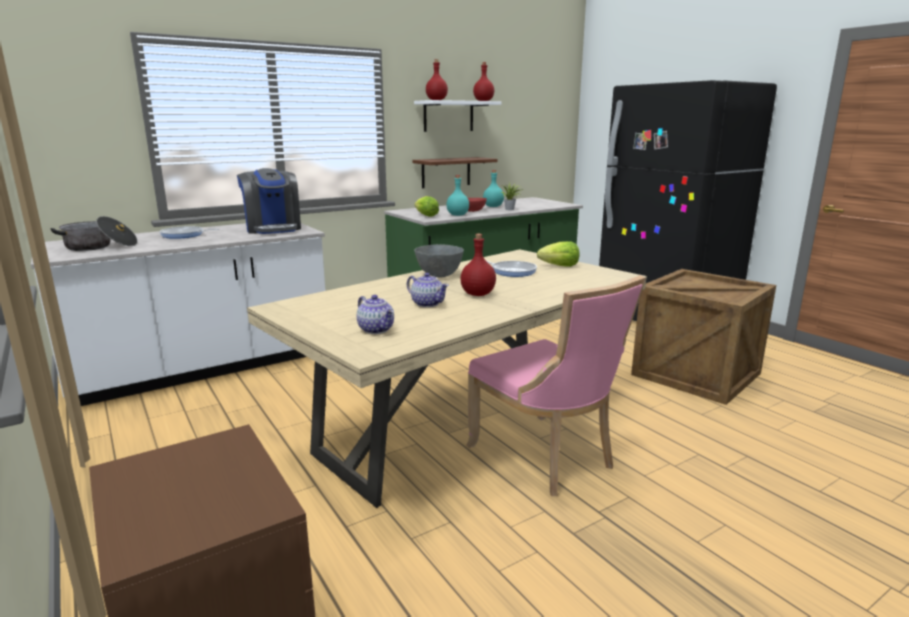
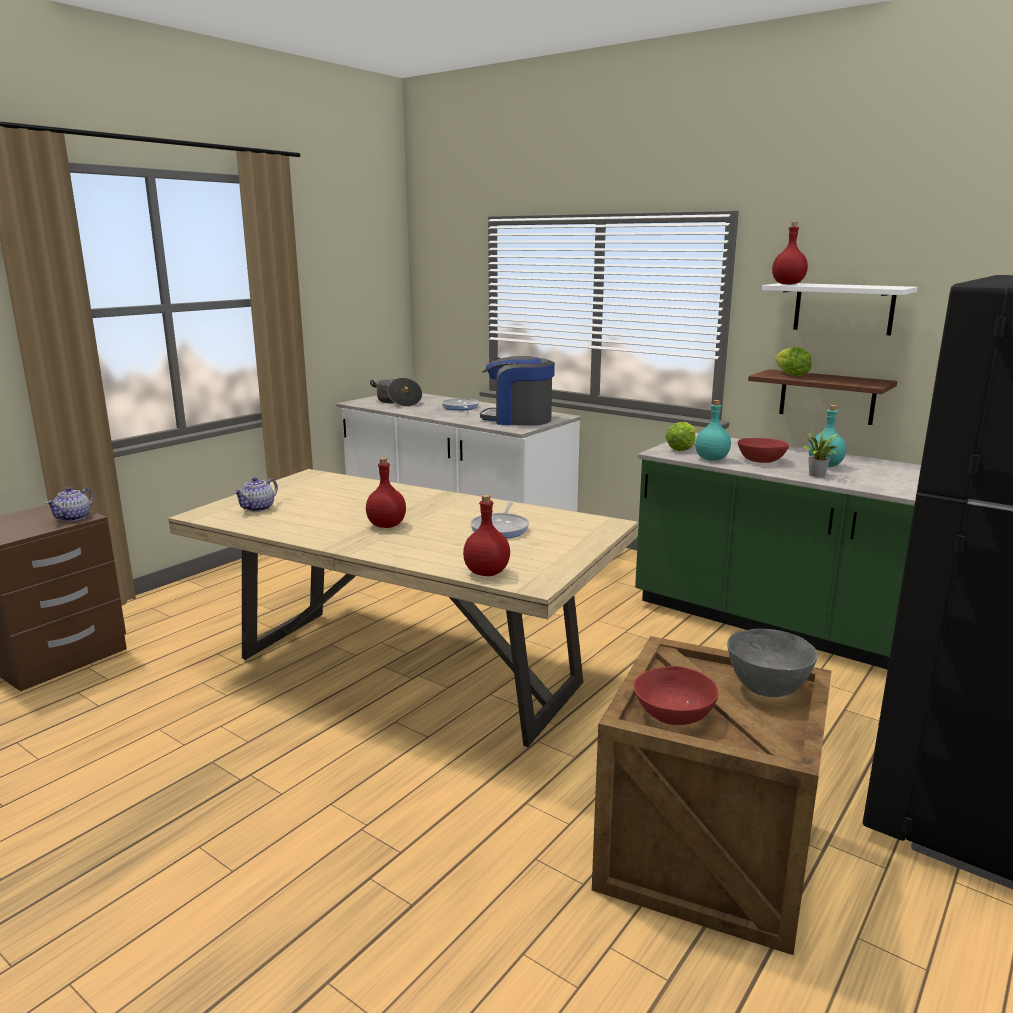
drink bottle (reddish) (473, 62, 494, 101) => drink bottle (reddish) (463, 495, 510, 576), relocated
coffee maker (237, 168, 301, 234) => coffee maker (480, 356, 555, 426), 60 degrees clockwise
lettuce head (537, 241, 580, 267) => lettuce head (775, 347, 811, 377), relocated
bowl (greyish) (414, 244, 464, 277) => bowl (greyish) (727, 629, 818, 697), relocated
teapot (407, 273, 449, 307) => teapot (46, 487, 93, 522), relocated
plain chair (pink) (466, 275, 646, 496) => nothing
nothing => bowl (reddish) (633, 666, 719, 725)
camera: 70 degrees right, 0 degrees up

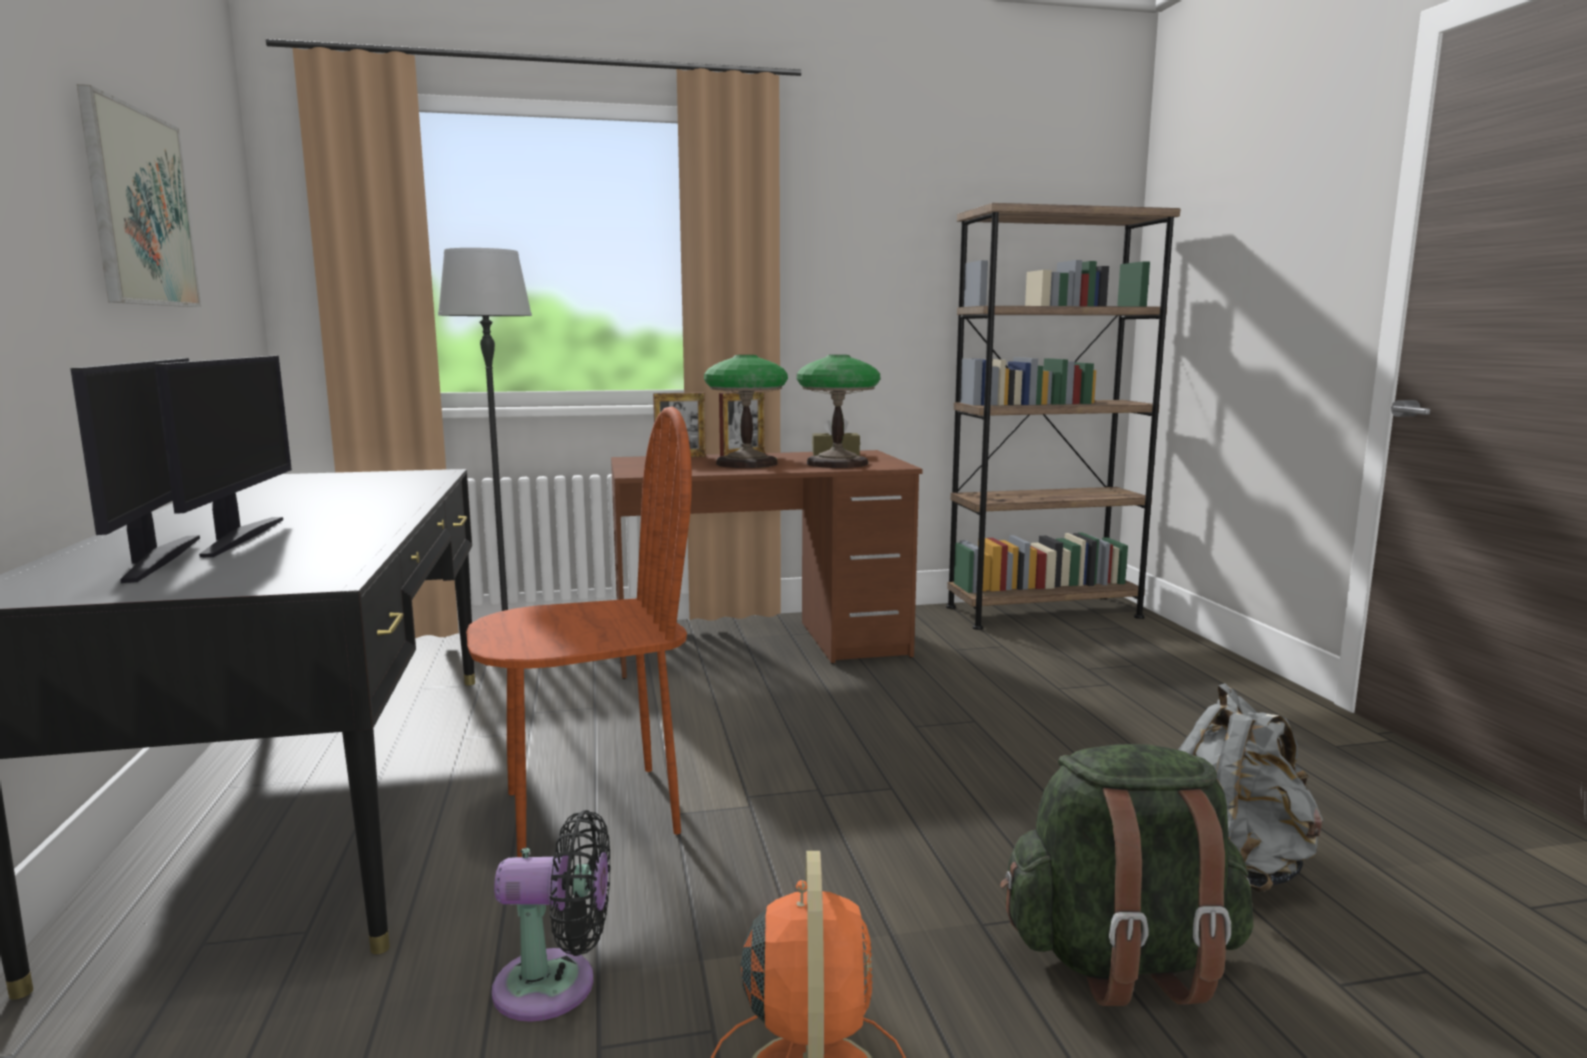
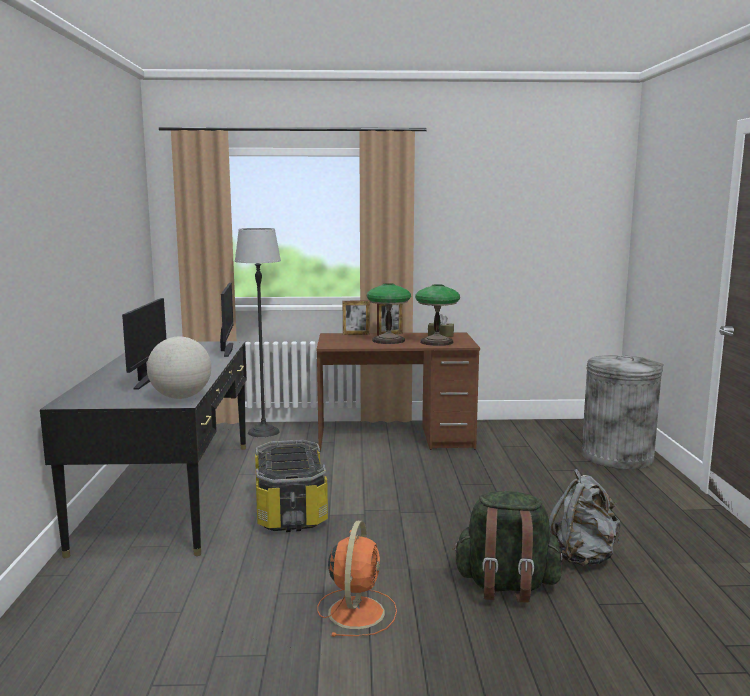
wall art (77, 84, 201, 307) => nothing
bookshelf (brown-coloured) (946, 203, 1181, 630) => nothing
monitor (70, 358, 200, 583) => monitor (220, 283, 233, 357), relocated
plain chair (brown-coloured) (466, 407, 692, 857) => storage bin (255, 440, 328, 532)
cooling fan (black) (492, 810, 611, 1022) => nothing
nothing => desk globe (147, 337, 211, 399)
nothing => rubbish bin (greyish) (582, 355, 663, 469)
camera: 10 degrees right, 0 degrees up

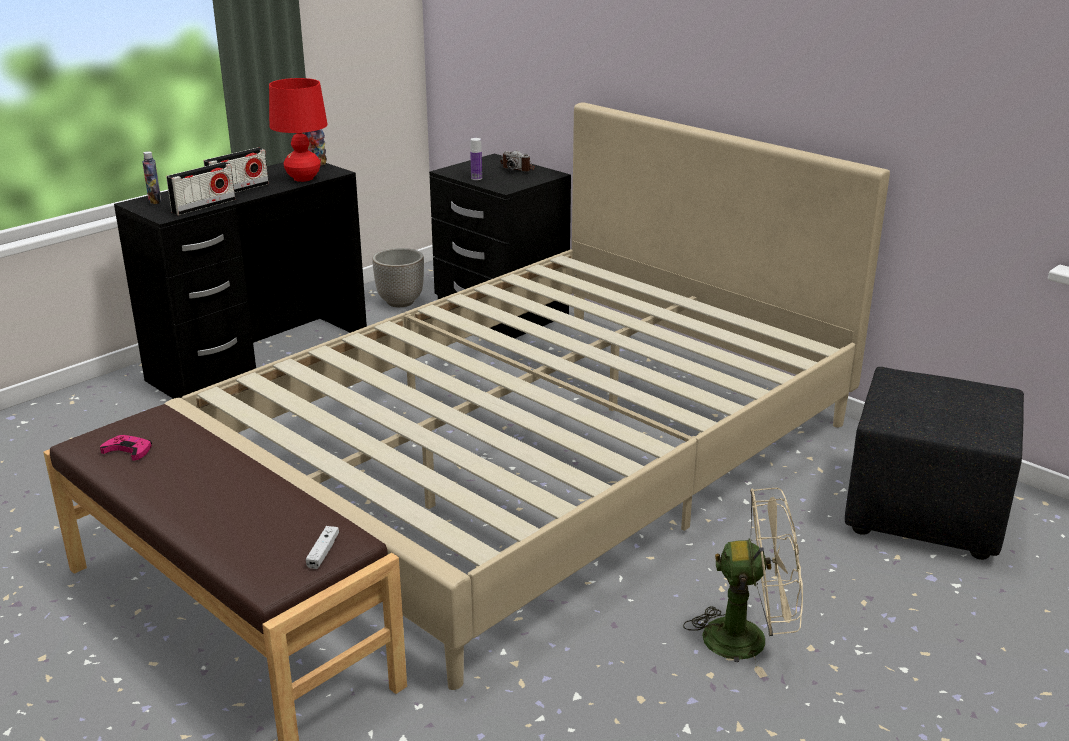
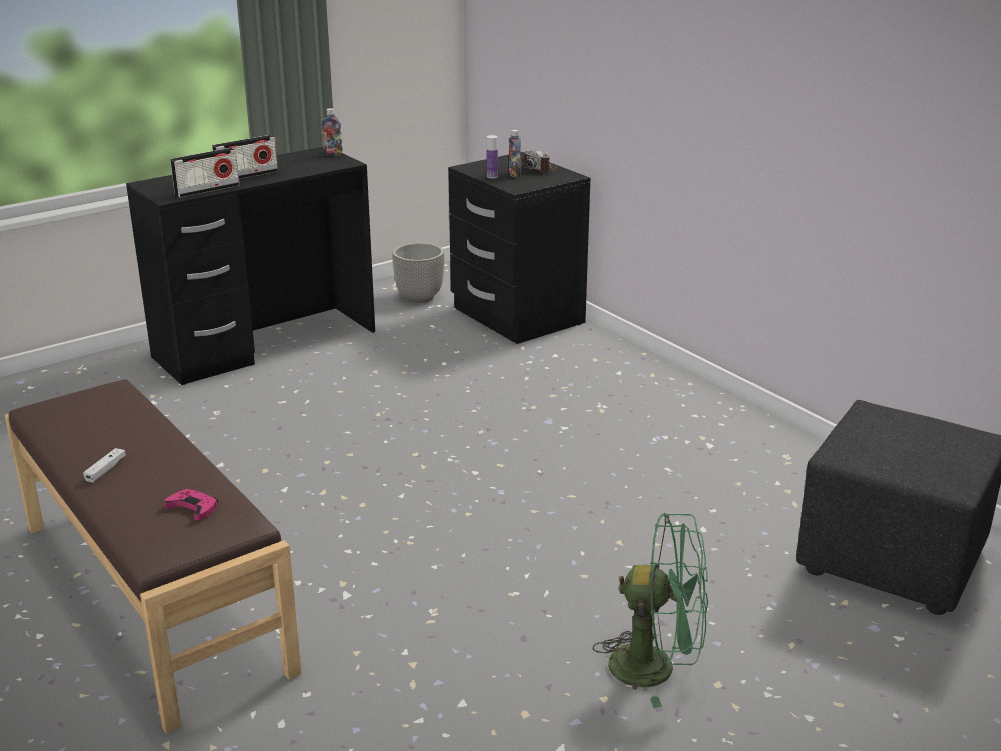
tabletop lamp (reddish) (269, 78, 328, 182) => nothing
bed (sand-coloured) (164, 102, 890, 690) => nothing
drink bottle (142, 151, 161, 204) => drink bottle (509, 130, 521, 177), relocated
game controller (pink) (100, 435, 152, 461) => game controller (pink) (164, 489, 218, 520), relocated
cooling fan (sand-coloured) (683, 488, 803, 678) => cooling fan (green) (593, 513, 708, 708)
game controller (whitish) (306, 526, 339, 569) => game controller (whitish) (83, 448, 126, 483), relocated
camera: 10 degrees right, 0 degrees up

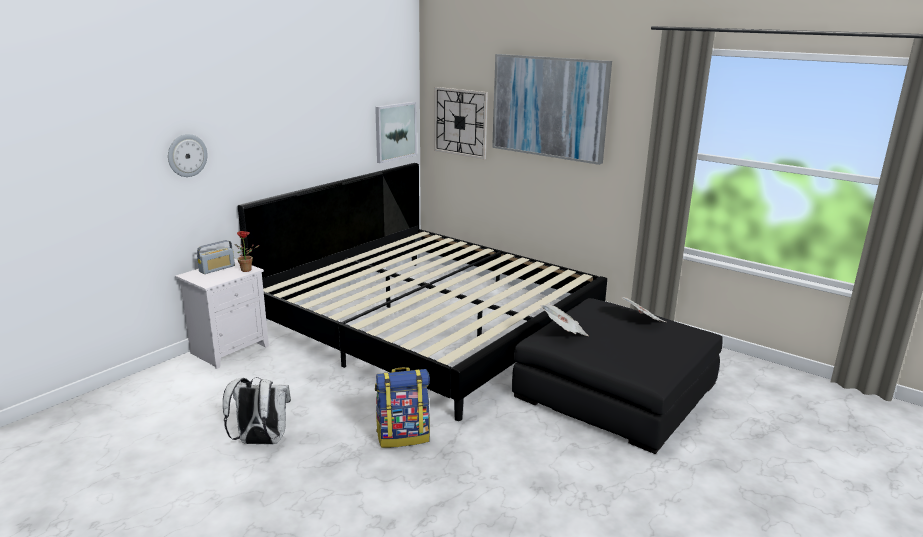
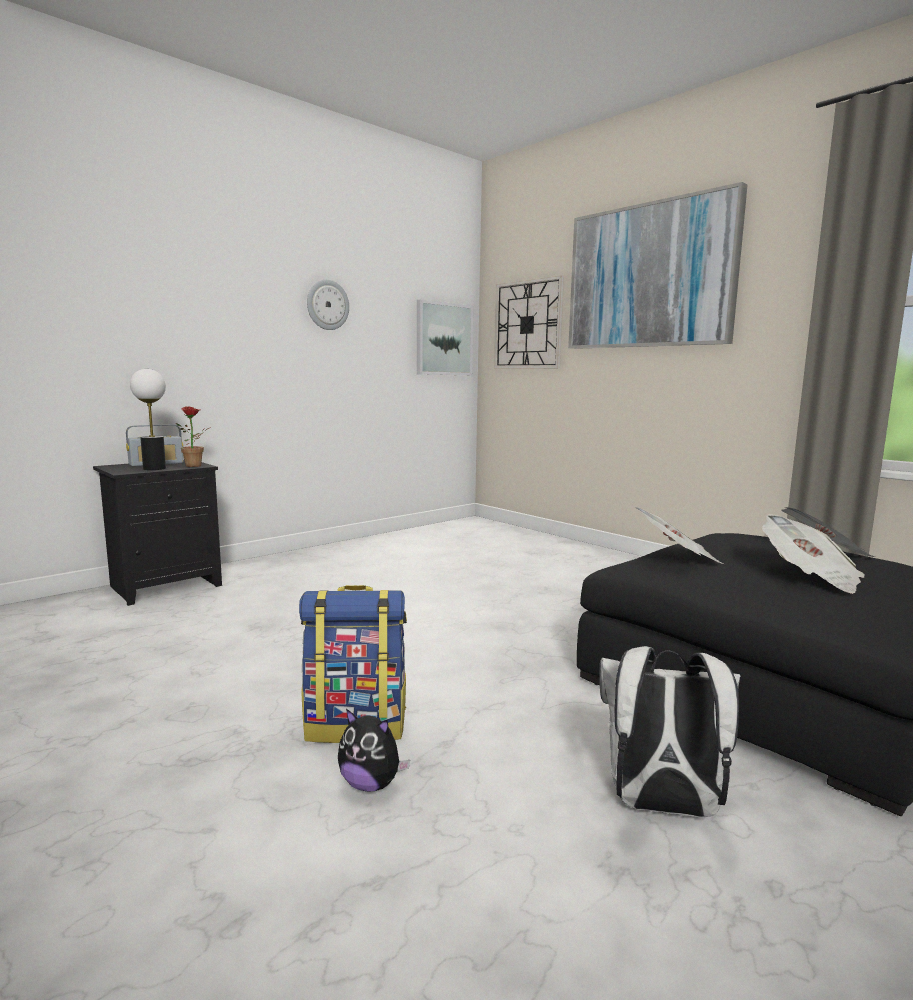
clock on the wall (168, 134, 208, 177) => clock on the wall (307, 280, 349, 330), relocated
bed (238, 163, 607, 421) => nothing
nightstand (whitish) (175, 259, 269, 369) => nightstand (black) (93, 460, 222, 606)
rucksack (whitish) (223, 377, 291, 444) => rucksack (whitish) (600, 646, 740, 817), relocated
nothing => tabletop lamp (130, 369, 166, 470)
nothing => daily paper (762, 514, 864, 594)
nothing => cuddly toy (338, 709, 410, 792)
camera: 10 degrees right, 10 degrees down

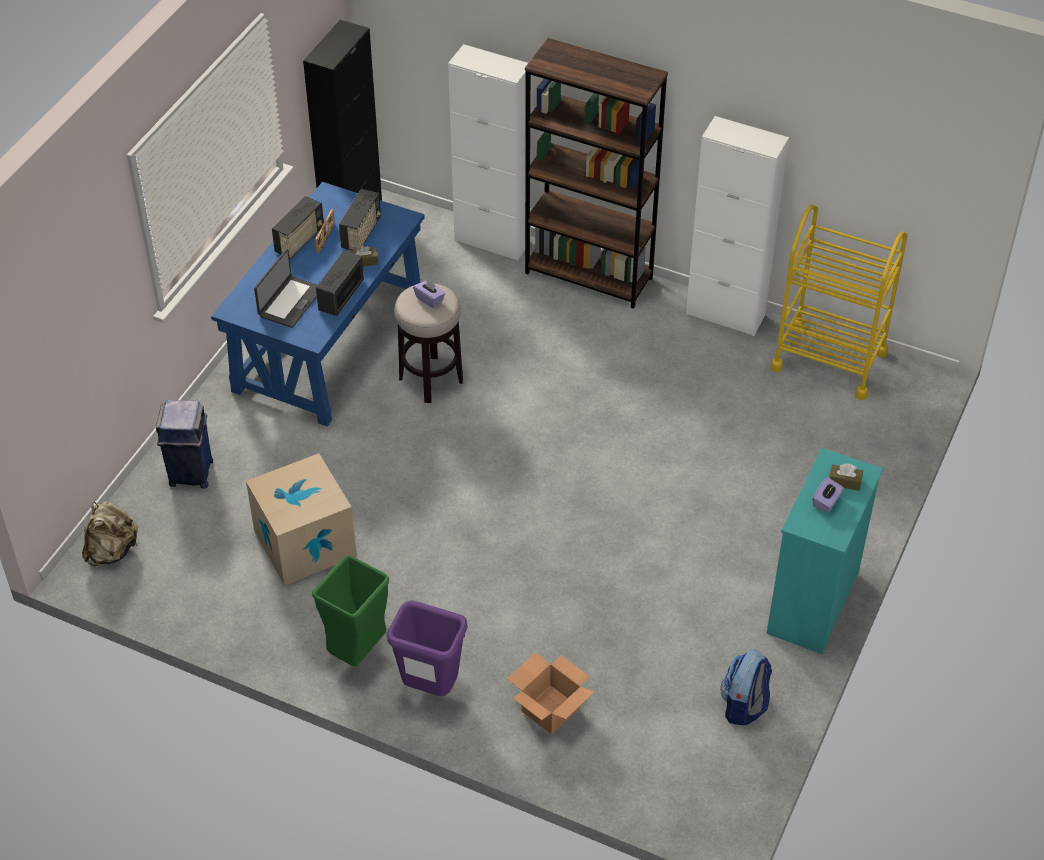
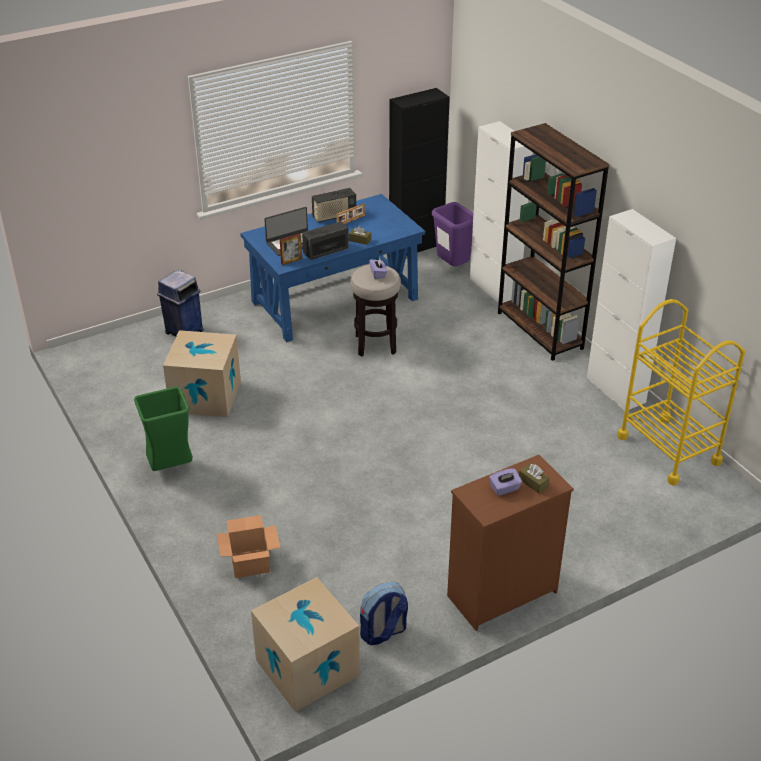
radio set (339, 189, 381, 250) => nothing
chest of drawers (turquoise-coloured) (767, 448, 883, 654) => chest of drawers (brown-coloured) (447, 455, 574, 631)
rucksack (sand-coloured) (82, 501, 138, 566) => nothing
rubbish bin (purplish) (387, 600, 468, 696) => rubbish bin (purplish) (432, 202, 473, 266), relocated
nothing => picture frame (280, 234, 302, 265)
nothing => carton (251, 577, 360, 712)
camera: 35 degrees right, 10 degrees down

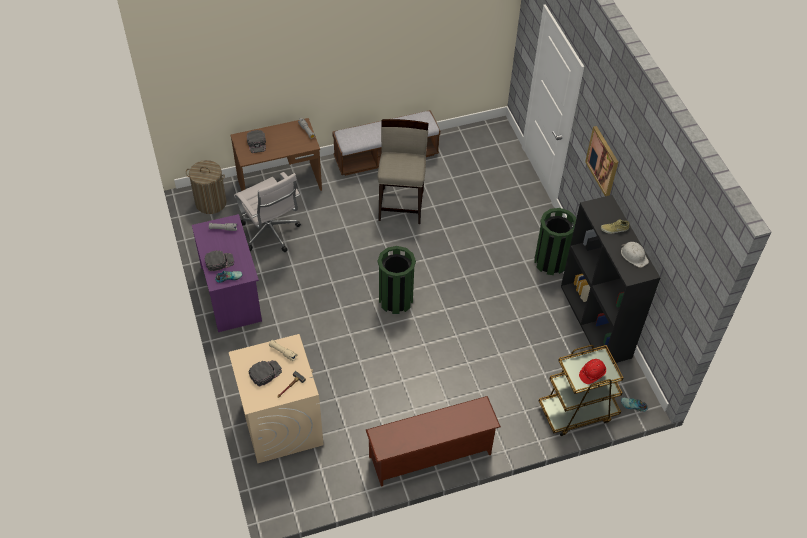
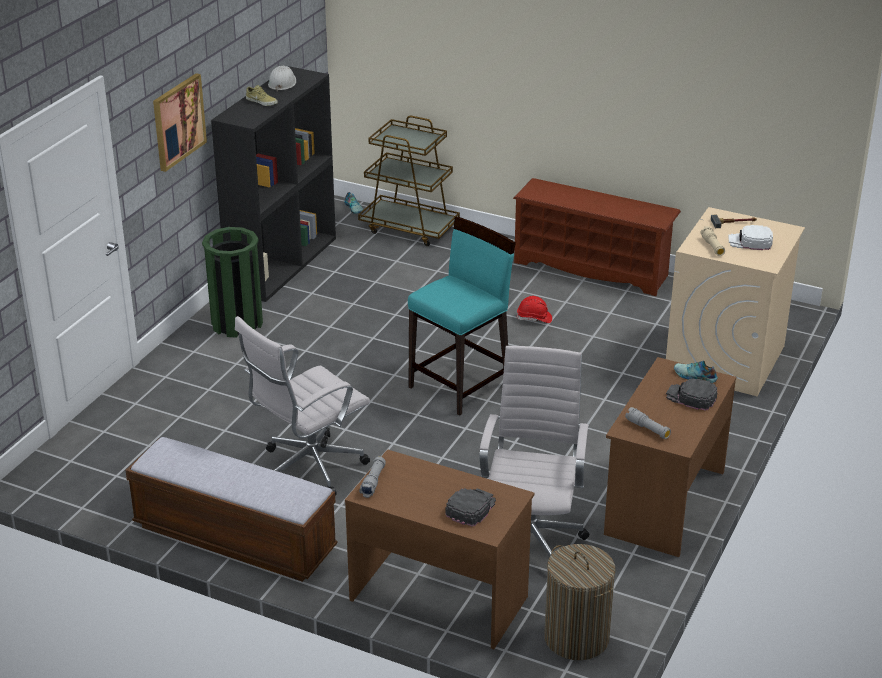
stool (sand-coloured) (377, 119, 429, 224) => office chair (whitish) (235, 316, 370, 496)
desk table (purplish) (192, 214, 262, 332) => desk table (brown-coloured) (604, 357, 736, 557)
rubbish bin (green) (378, 246, 416, 314) => stool (turquoise-coloured) (408, 217, 516, 416)
hard hat (reddish) (579, 359, 606, 384) => hard hat (reddish) (516, 296, 552, 323), relocated
peaked cap (black) (249, 360, 282, 386) => peaked cap (whitish) (728, 225, 773, 250)
camera: 135 degrees left, 20 degrees down

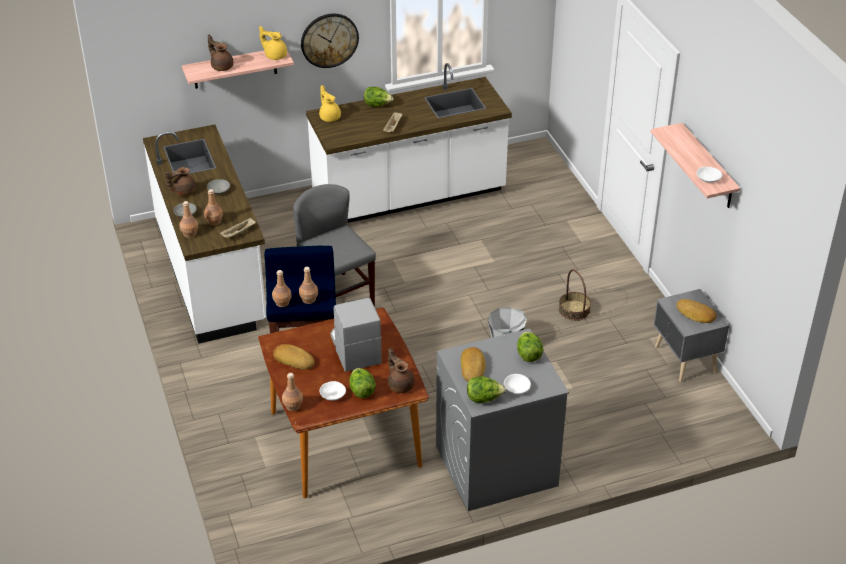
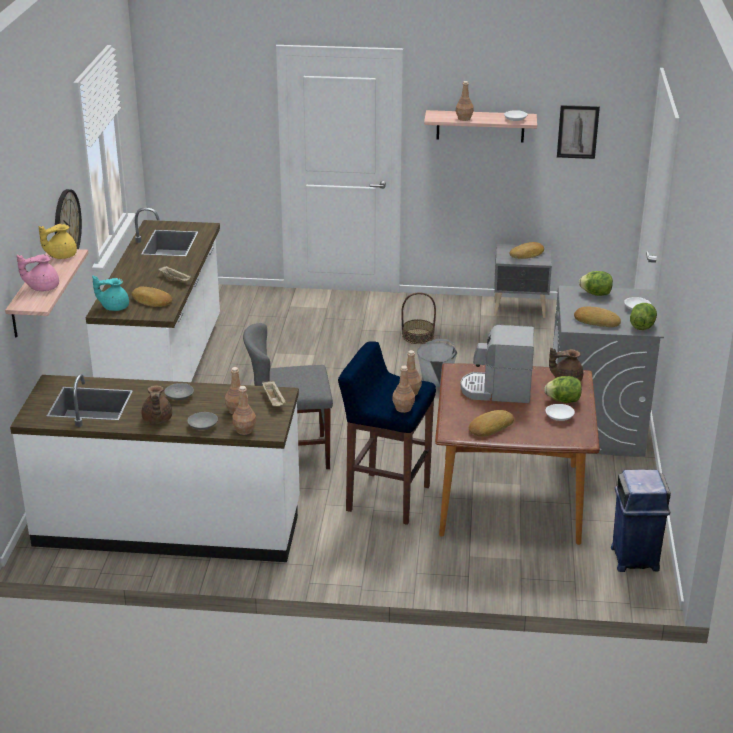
teapot (brown-coloured) (208, 35, 234, 71) => teapot (pink) (17, 254, 59, 291)
teapot (yellow) (319, 85, 341, 122) => teapot (turquoise-coloured) (92, 276, 129, 311)
lettuce head (364, 87, 393, 107) => nothing
drink bottle (brown-coloured) (282, 373, 303, 411) => drink bottle (brown-coloured) (456, 81, 474, 121), relocated
nothing => wall art (557, 105, 600, 159)
nothing => bread (131, 286, 173, 307)
nothing => rubbish bin (bluish) (611, 470, 671, 572)
camera: 65 degrees left, 10 degrees down

